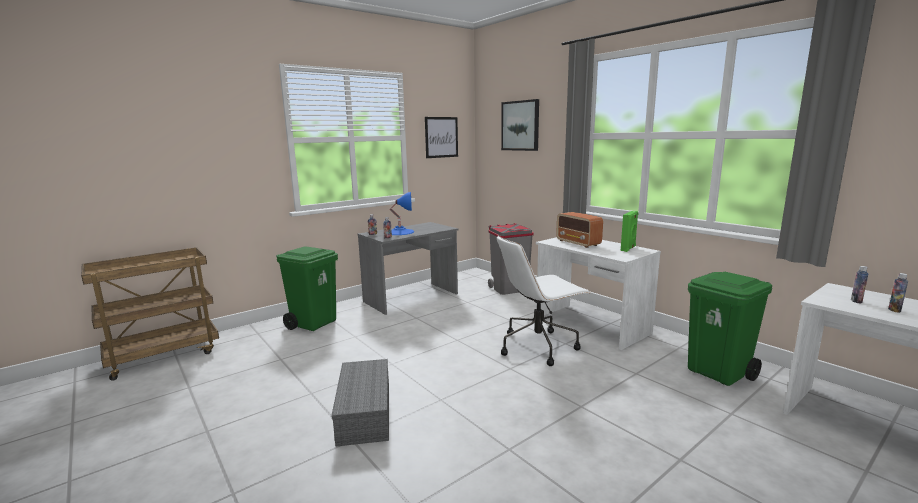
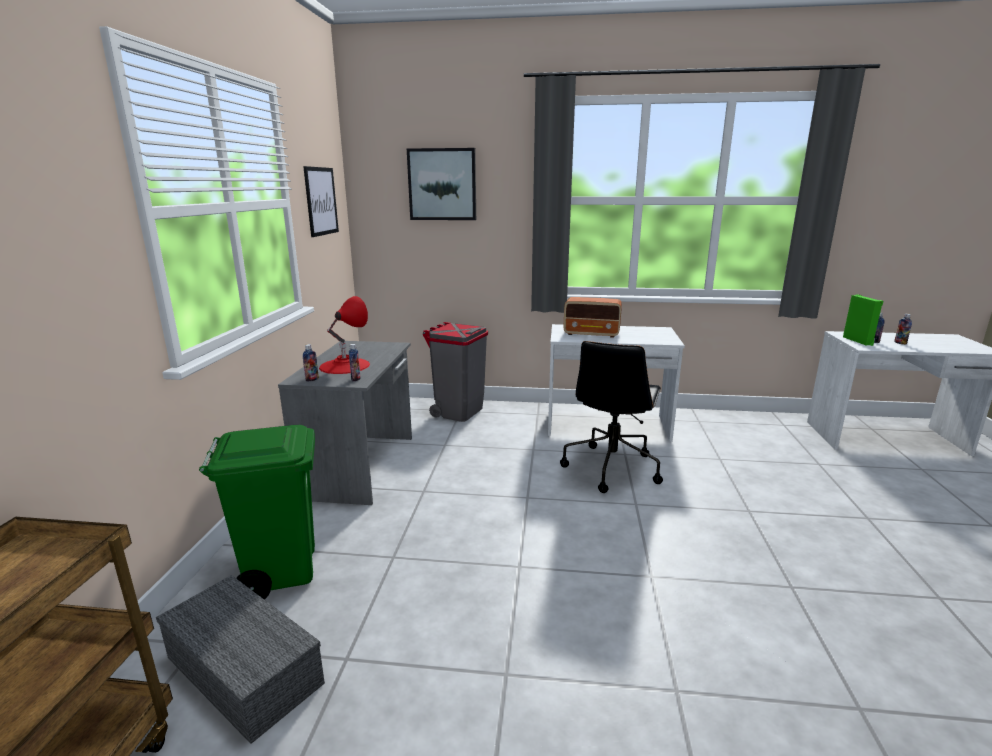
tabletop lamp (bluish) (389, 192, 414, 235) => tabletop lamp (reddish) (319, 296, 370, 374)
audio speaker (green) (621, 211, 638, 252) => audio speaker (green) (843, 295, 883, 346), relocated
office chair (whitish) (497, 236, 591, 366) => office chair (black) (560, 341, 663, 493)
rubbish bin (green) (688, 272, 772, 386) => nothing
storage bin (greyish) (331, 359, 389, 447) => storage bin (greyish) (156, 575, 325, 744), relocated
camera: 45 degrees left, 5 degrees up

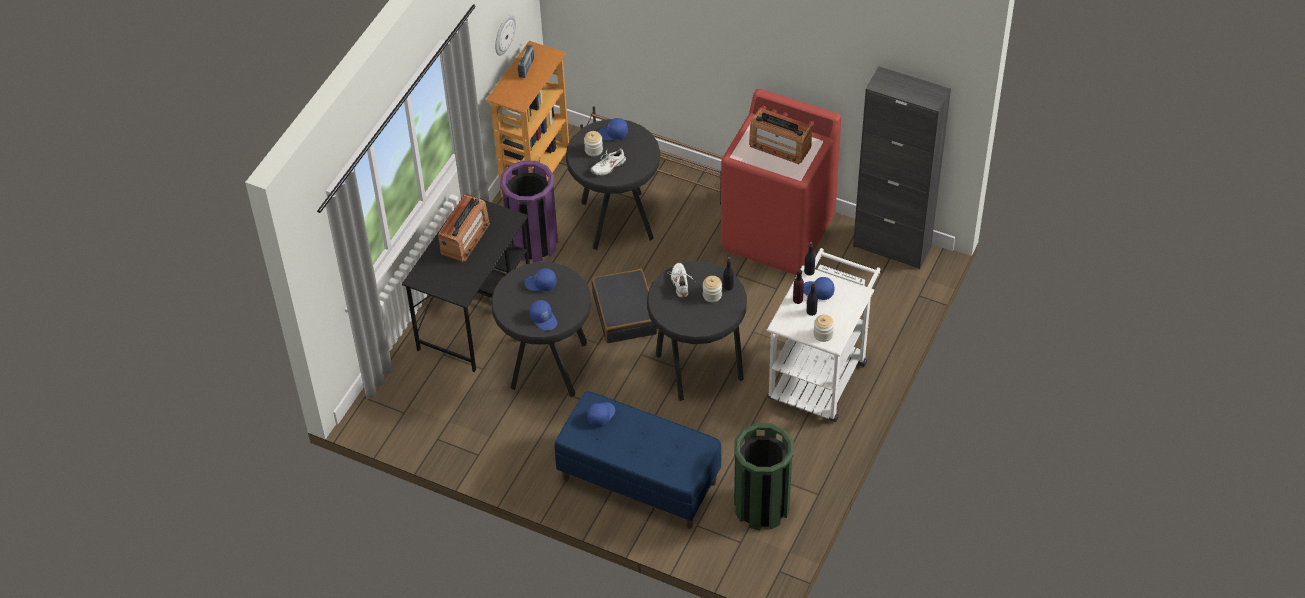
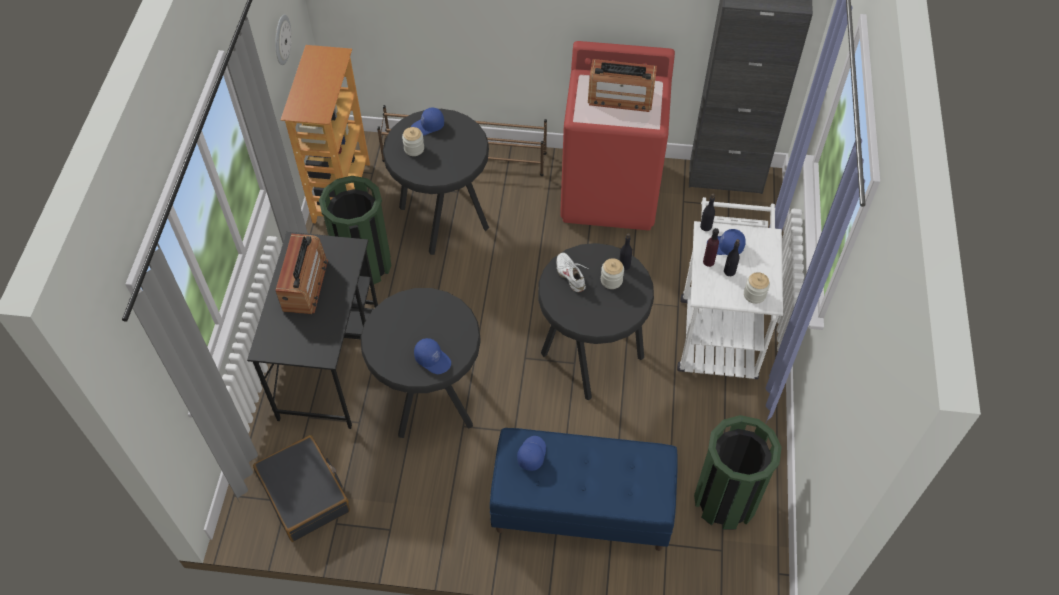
radio set (518, 45, 535, 78) => nothing
item of footwear (whitish) (590, 148, 626, 176) => nothing
rubbish bin (purplish) (500, 161, 558, 263) => rubbish bin (green) (319, 176, 392, 284)
peaked cap (bluish) (524, 268, 557, 291) => nothing
travel case (black) (591, 269, 658, 343) => travel case (black) (253, 435, 350, 542), relocated
camera: 20 degrees left, 5 degrees up

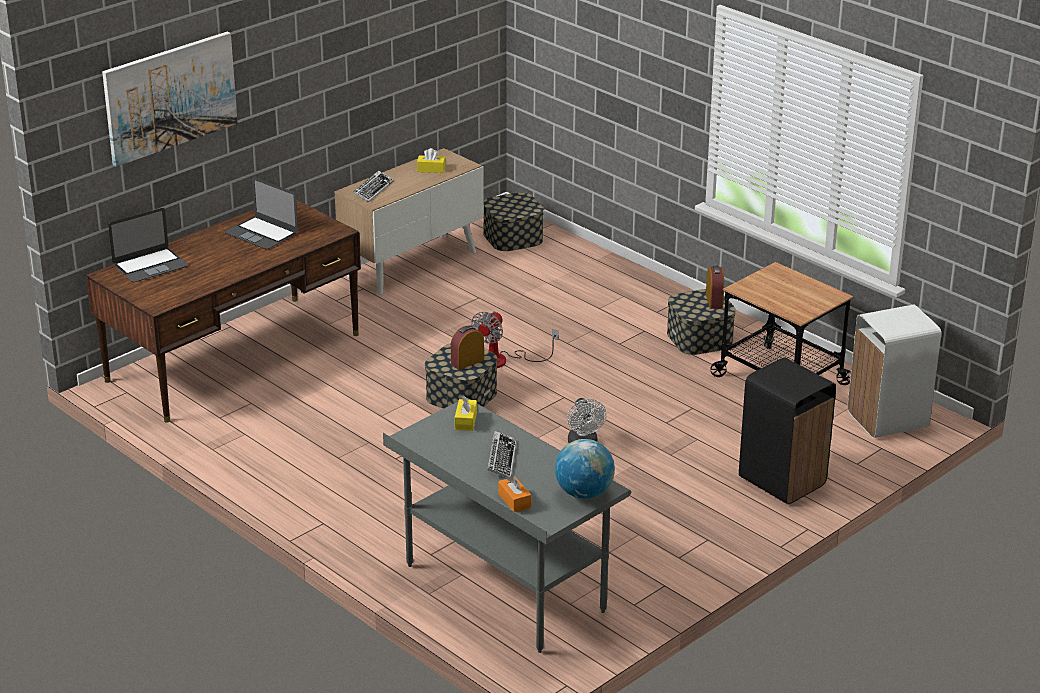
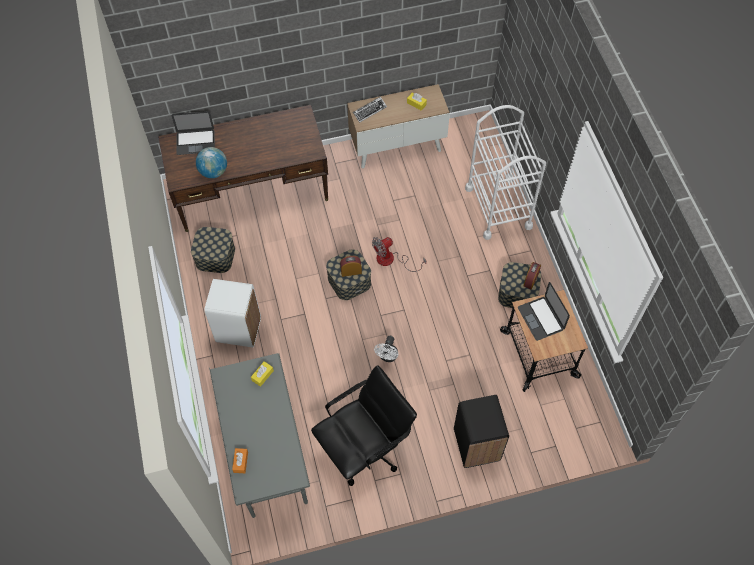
wall art (102, 32, 238, 167) => nothing
portable computer (225, 177, 298, 249) => portable computer (518, 282, 570, 341), relocated
storage bin (483, 192, 544, 251) => storage bin (191, 227, 235, 273), relocated
rubbish bin (whitish) (847, 304, 941, 438) => rubbish bin (whitish) (204, 279, 261, 347), relocated
computer keyboard (487, 431, 517, 477) => nothing
desk globe (555, 439, 615, 499) => desk globe (196, 147, 227, 178), relocated
nothing => cart (whitish) (465, 105, 546, 240)
nothing => office chair (black) (311, 365, 417, 486)
camera: 30 degrees right, 30 degrees up

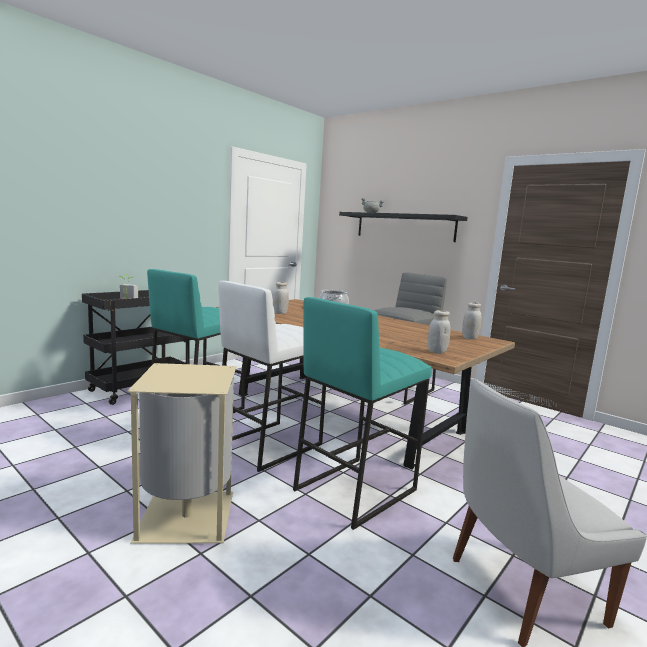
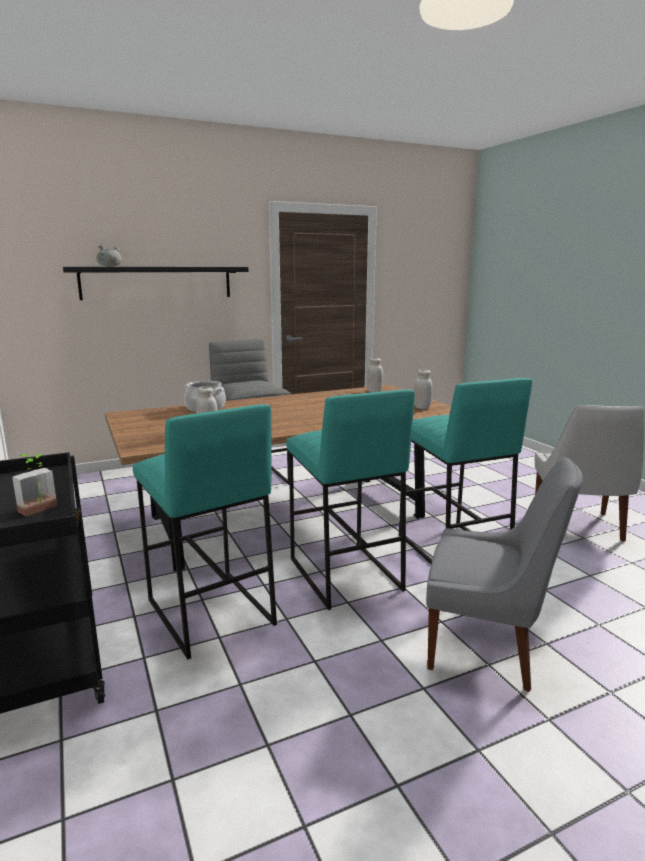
stool (whitish) (218, 281, 326, 472) => stool (turquoise-coloured) (286, 389, 415, 610)
rubbish bin (sand-coloured) (127, 363, 237, 544) => plain chair (greyish) (426, 456, 583, 692)
camera: 65 degrees left, 5 degrees up

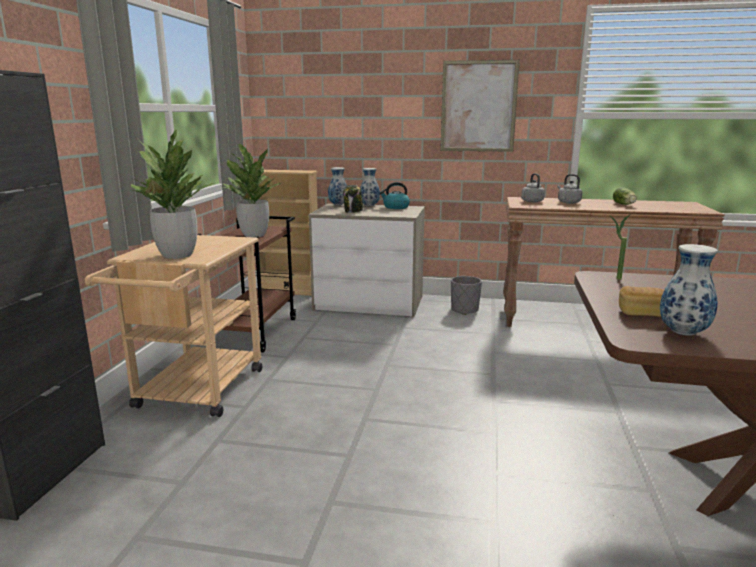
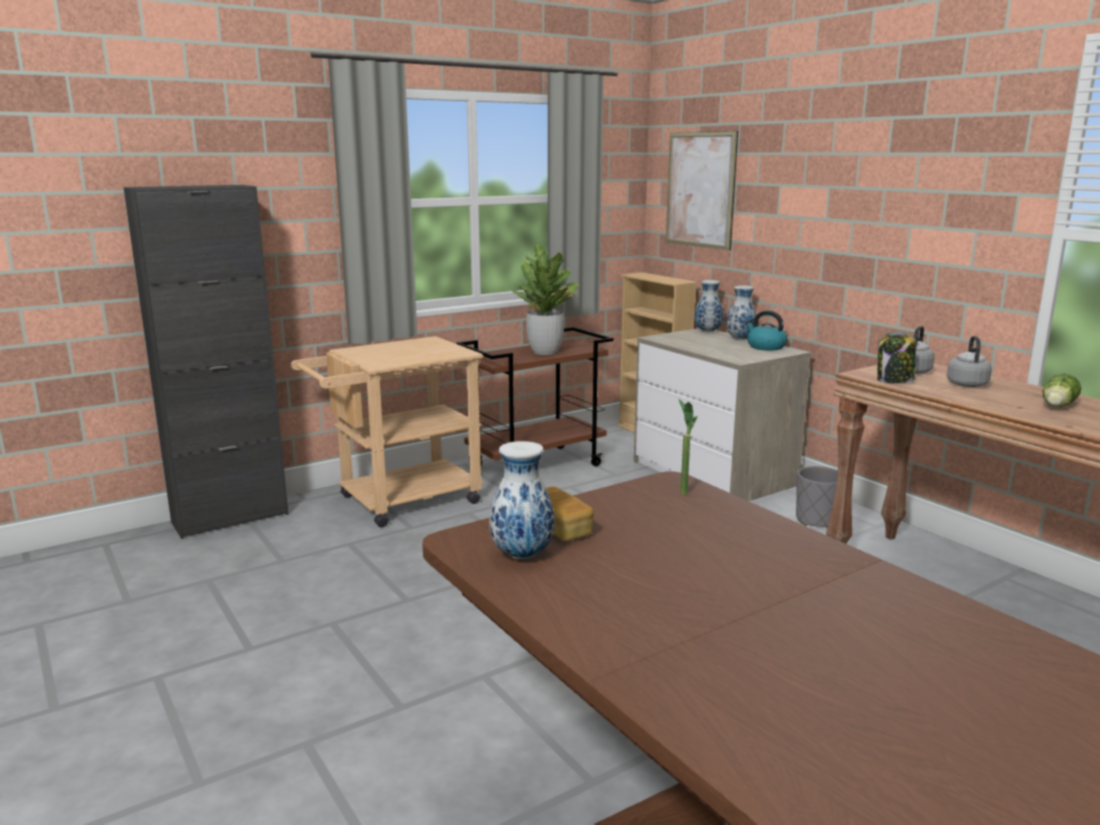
wall art (440, 60, 520, 152) => wall art (666, 131, 738, 250), relocated
houseplant (131, 129, 214, 259) => nothing
storage jar (343, 185, 363, 213) => storage jar (877, 332, 916, 383), relocated
camera: 45 degrees right, 0 degrees up

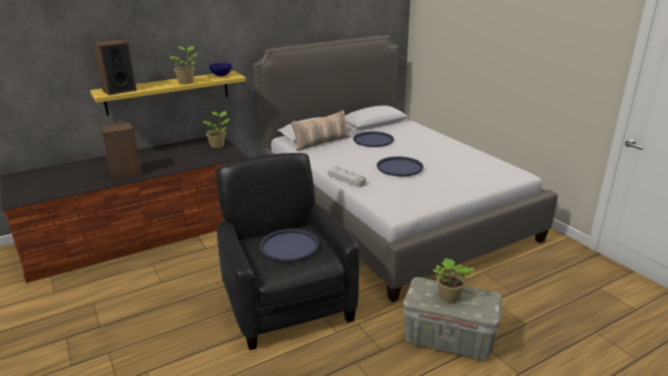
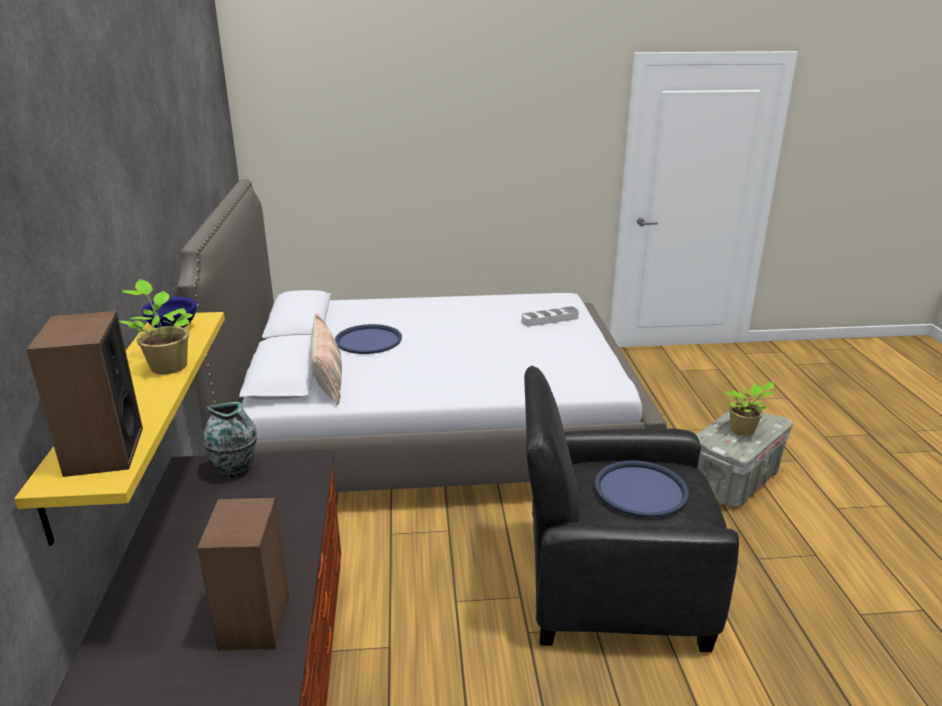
houseplant (201, 111, 230, 148) => decorative vase (203, 402, 257, 479)
tray (bluish) (377, 156, 424, 177) => nothing
tray (greyish) (328, 166, 366, 187) => tray (greyish) (522, 306, 579, 326), relocated
camera: 65 degrees left, 0 degrees up

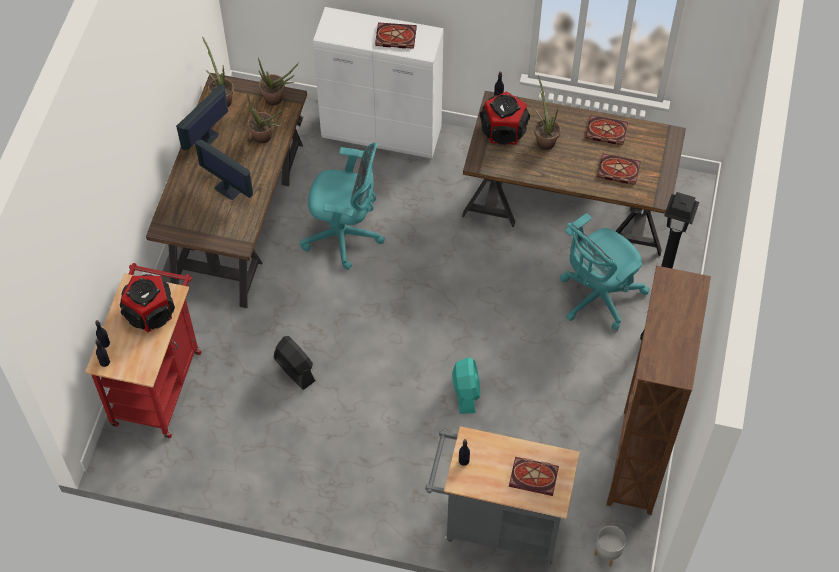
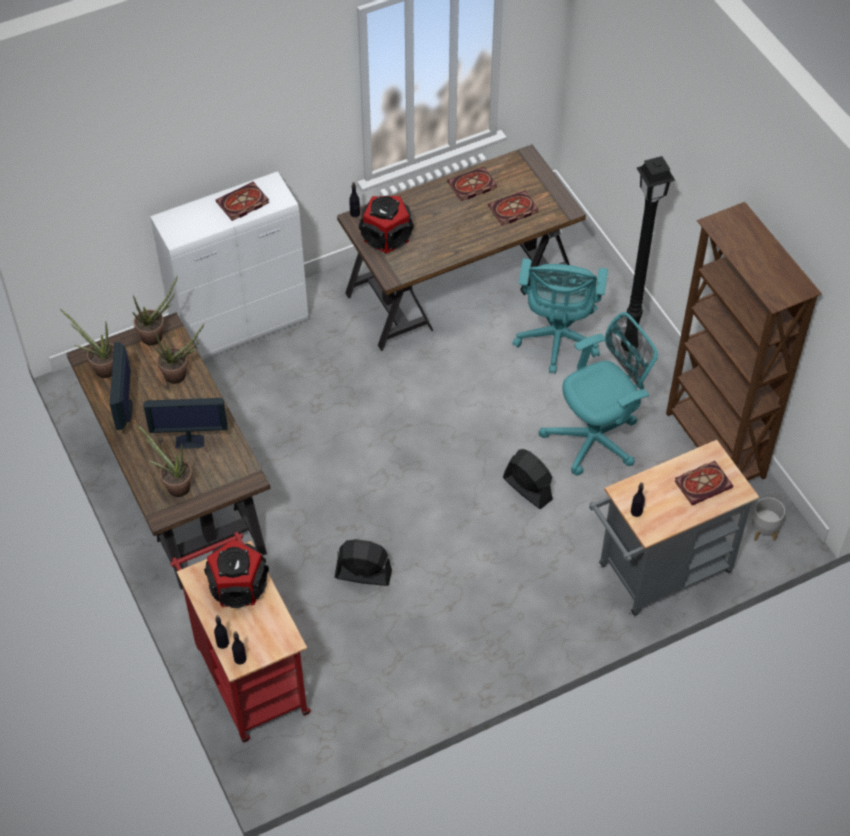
houseplant (534, 76, 561, 150) => houseplant (136, 424, 192, 497), relocated
office chair (turquoise-coloured) (300, 143, 385, 270) => office chair (turquoise-coloured) (539, 312, 658, 476), relocated
cooling fan (turquoise-coloured) (452, 357, 480, 414) => cooling fan (black) (503, 449, 553, 509)
camera: 40 degrees left, 5 degrees down

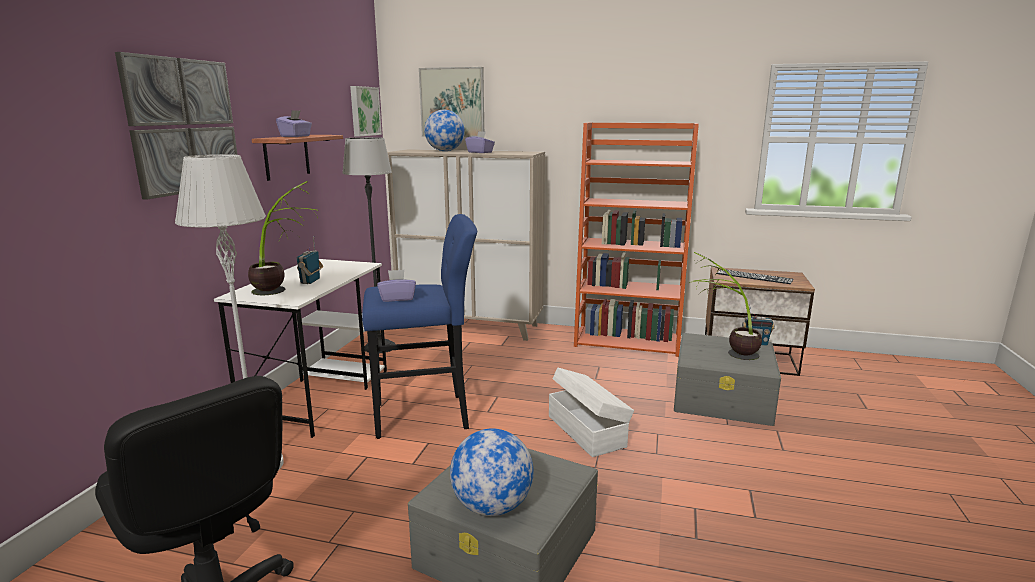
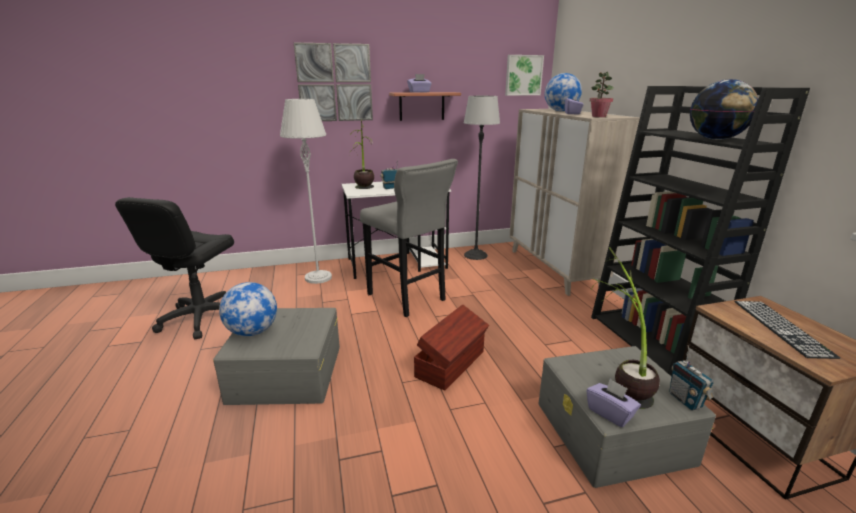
wall art (419, 67, 485, 137) => nothing
bookshelf (orange-coloured) (574, 122, 699, 357) => bookshelf (black) (591, 86, 810, 377)
stool (bluish) (362, 214, 477, 439) => stool (greyish) (360, 159, 458, 317)
box of tissues (purplish) (377, 270, 416, 302) => box of tissues (purplish) (587, 379, 641, 427), relocated
storage bin (whitish) (549, 367, 634, 457) => storage bin (brown-coloured) (414, 304, 489, 390)
nothing => houseplant (590, 72, 614, 117)
nothing => desk globe (690, 79, 758, 140)
camera: 60 degrees right, 5 degrees up

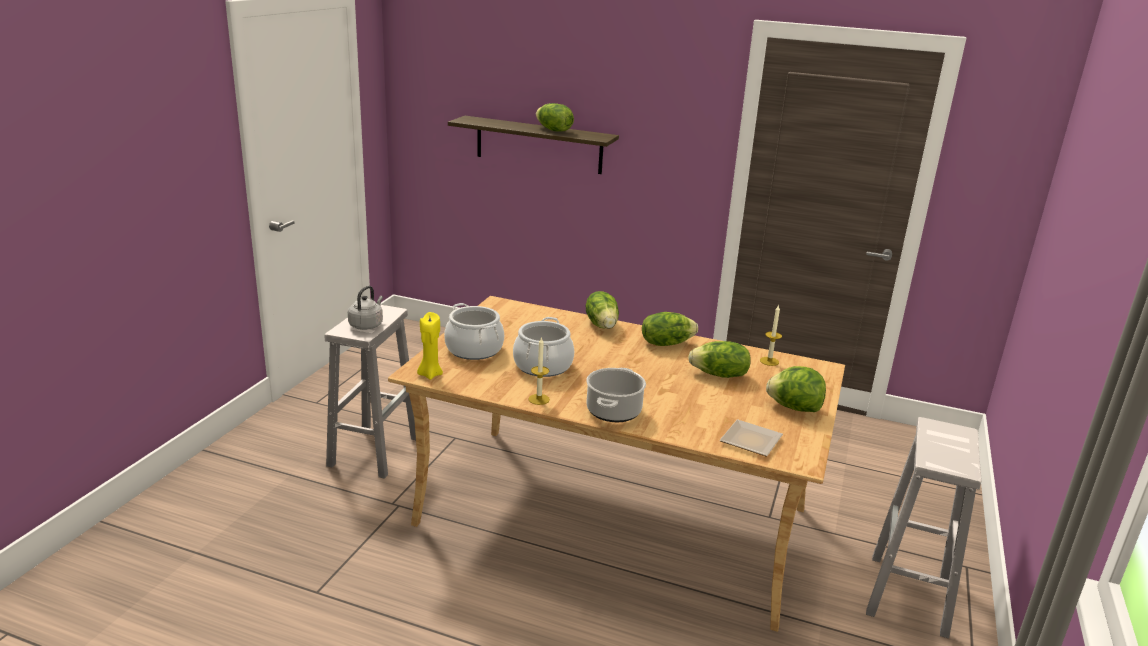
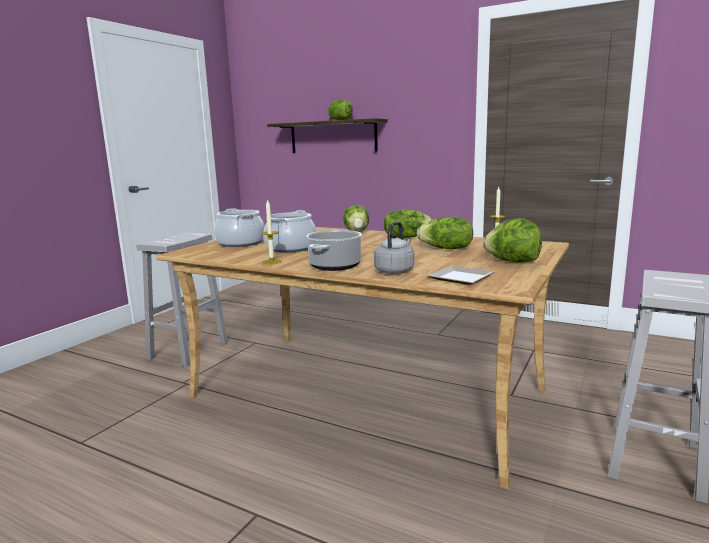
water kettle (greyish) (348, 286, 383, 330) => water kettle (greyish) (374, 222, 414, 274), relocated
wax light (yellow) (417, 312, 443, 380) => nothing
camera: 10 degrees right, 10 degrees down

